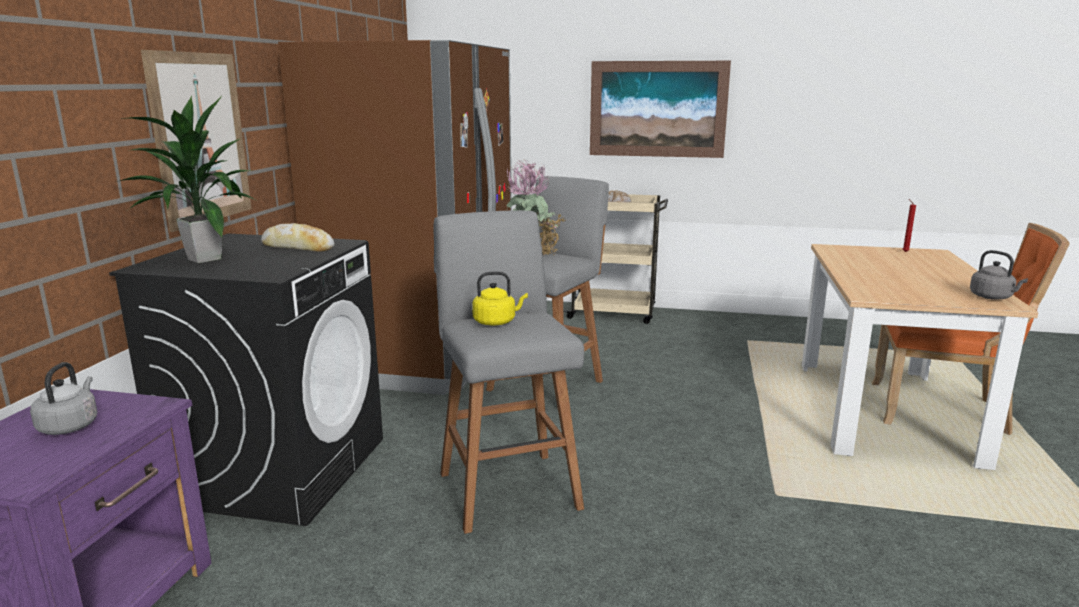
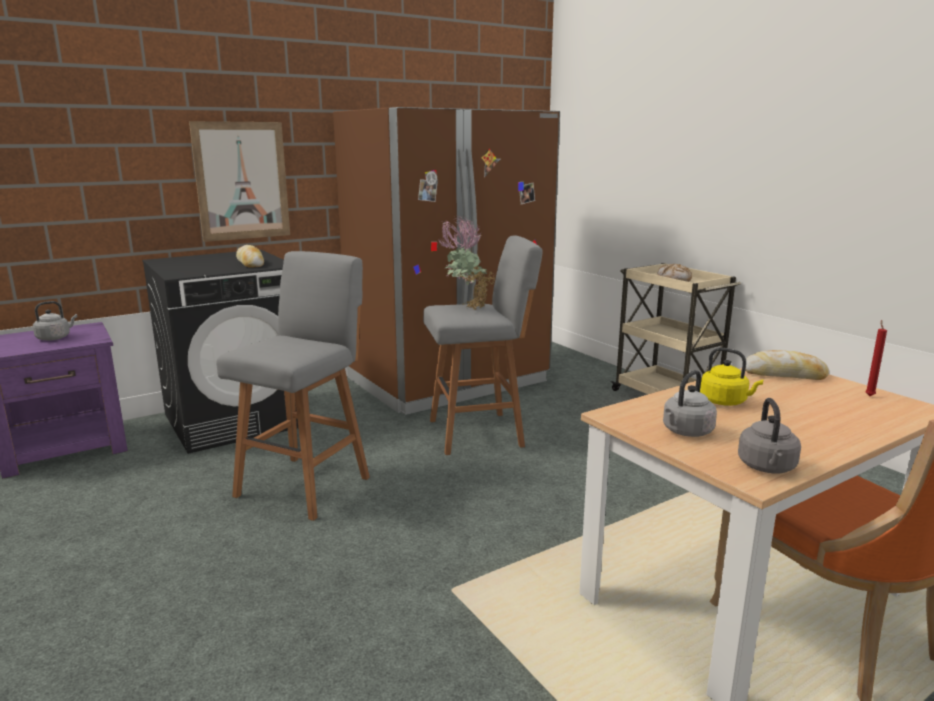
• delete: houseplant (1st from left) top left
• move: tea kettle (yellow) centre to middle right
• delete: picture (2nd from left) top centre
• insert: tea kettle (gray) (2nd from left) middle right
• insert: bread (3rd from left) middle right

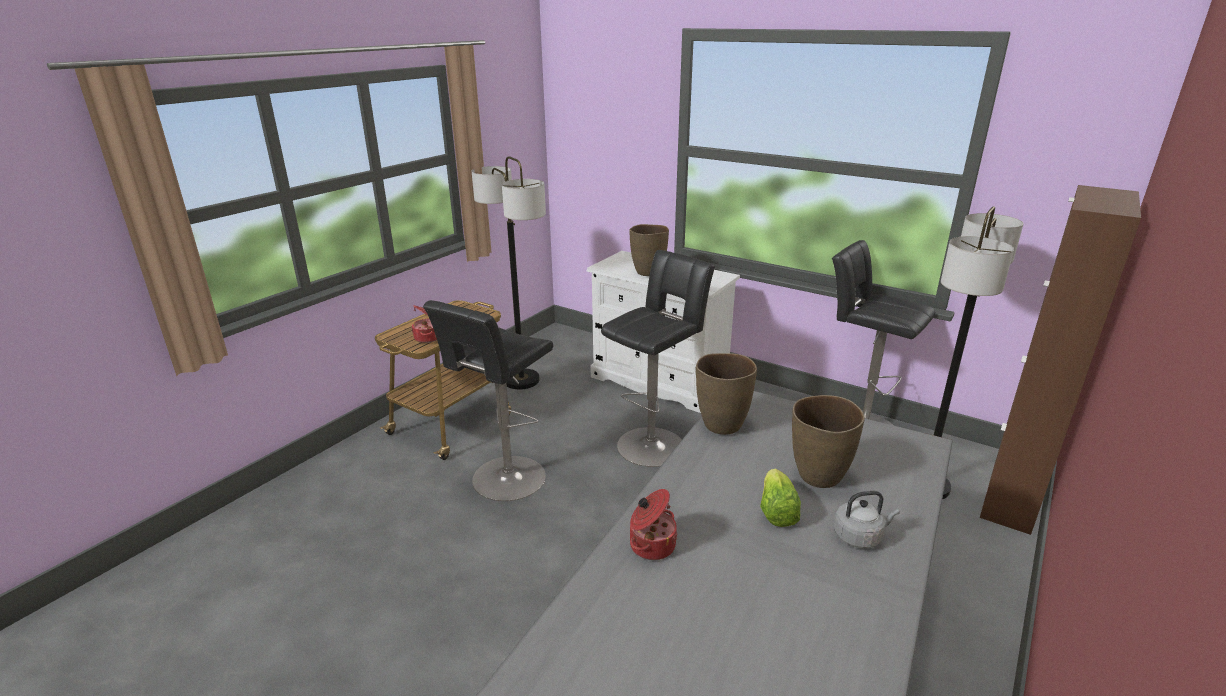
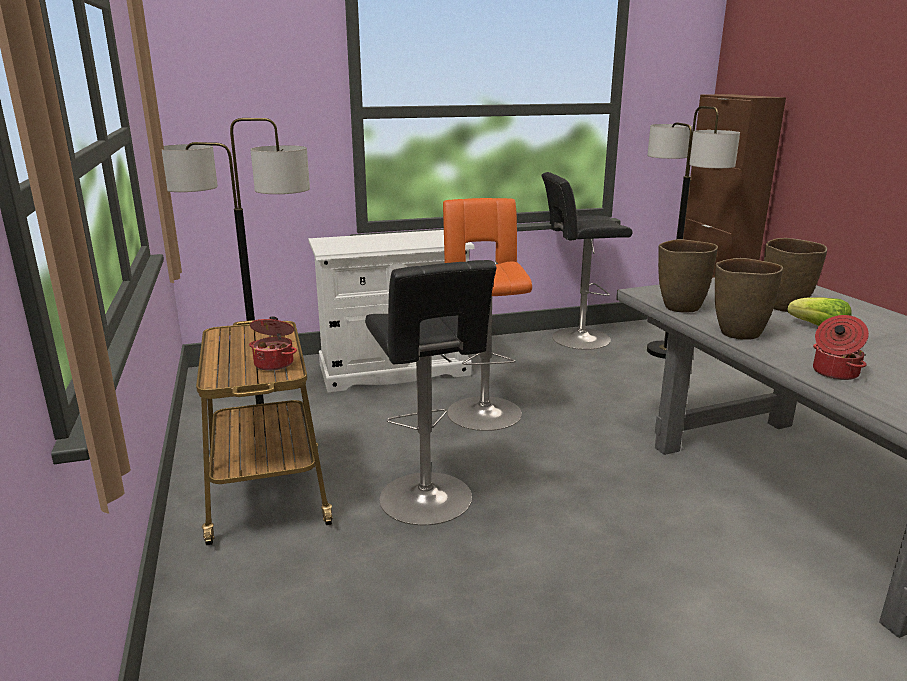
• recolor: stool (blackish) (2nd from left) centre to stool (orange) centre
• move: decorative vase (brownish) (1st from left in the first image) centre to decorative vase (brownish) (2nd from left) middle right
• delete: tea kettle (gray) bottom right

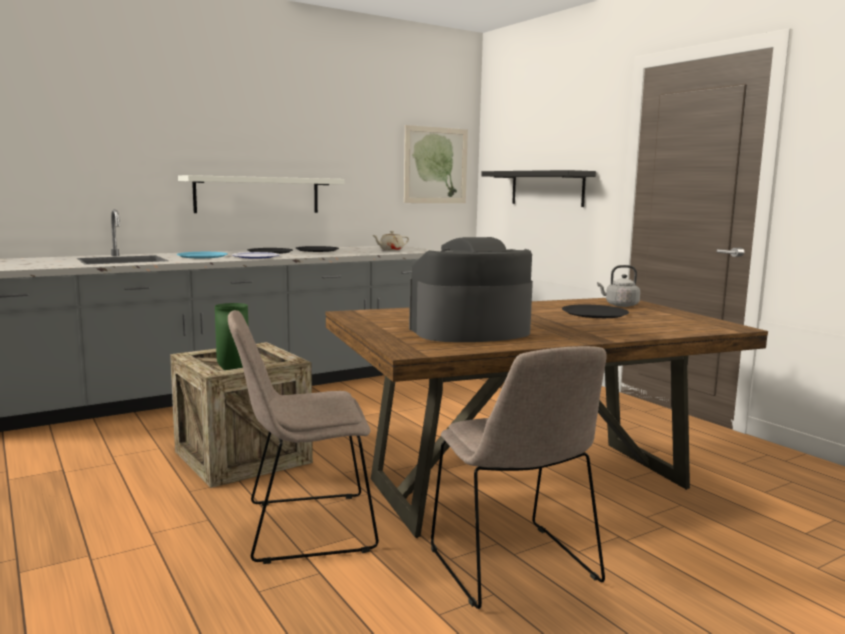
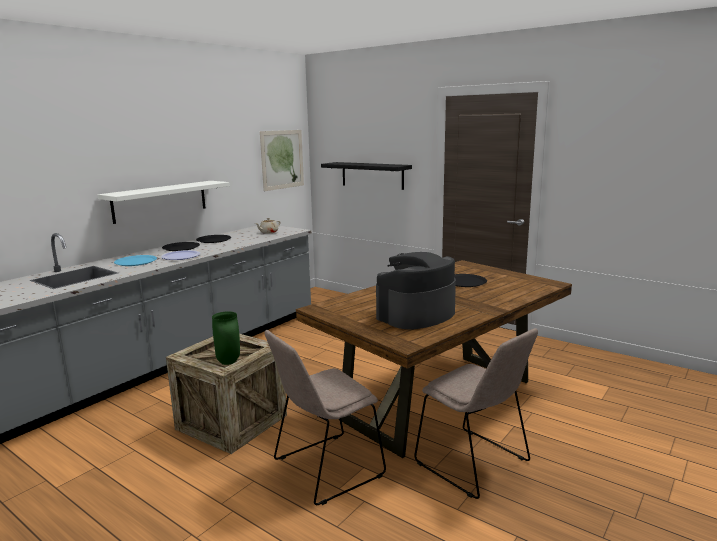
• delete: tea kettle (gray) middle right

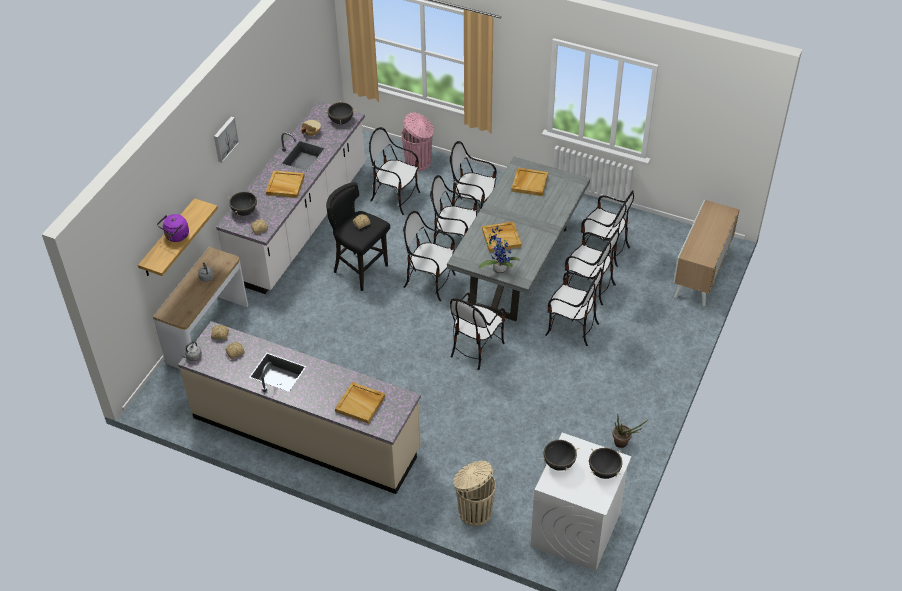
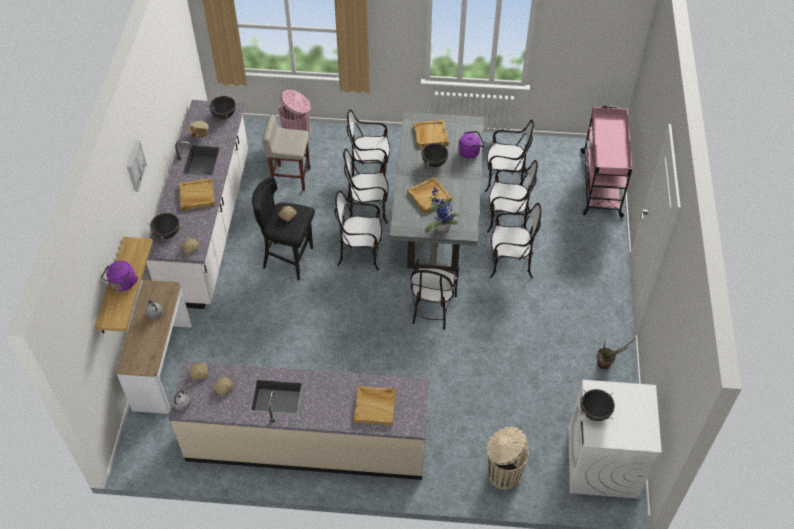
• replace: plain chair (1st from left) top centre to stool (beige) top centre
• move: cooking pot (blackish) (4th from left in the first image) bottom right to cooking pot (blackish) (3rd from left) top centre
• replace: cabinet middle right to cart (pink) top right
• insert: tea kettle (purplish) (2nd from left) top centre

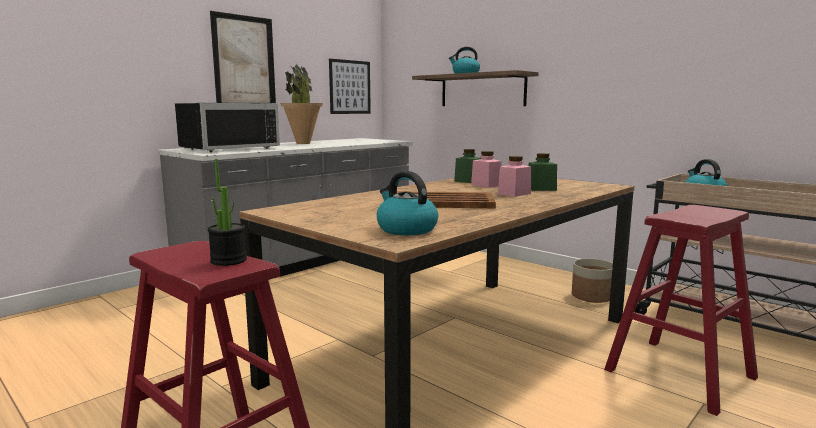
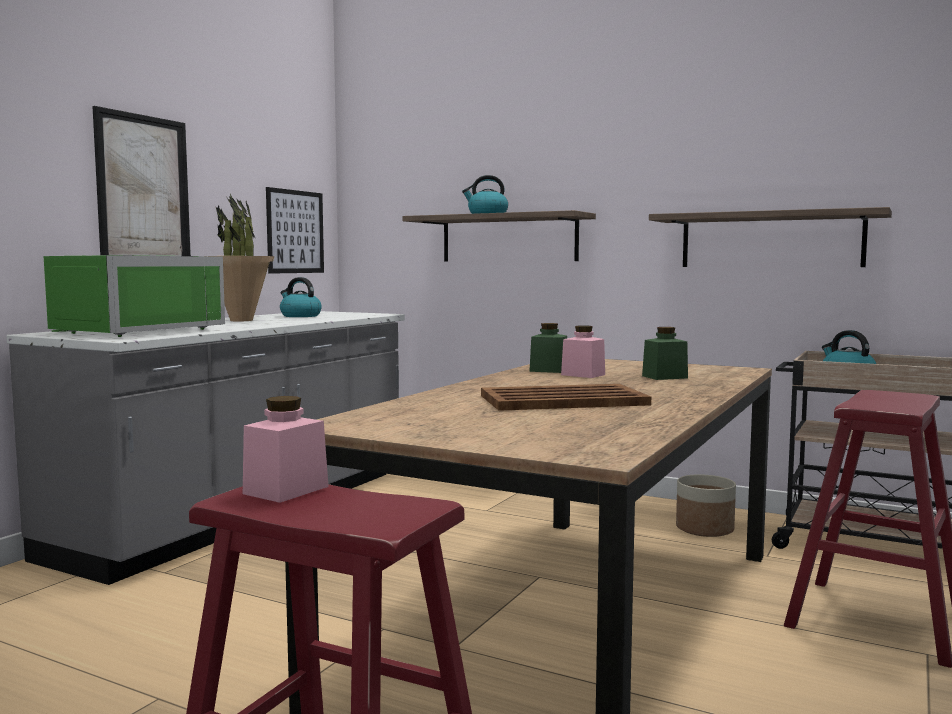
• recolor: microwave oven (blackish) top left to microwave oven (greenish) middle left
• delete: houseplant (1st from left) middle left
• move: tea kettle (1st from left) centre to middle left
• move: jar (pink) (2nd from left in the first image) centre to jar (pink) (1st from left) middle left
• insert: bracket shelf (2nd from left) top right

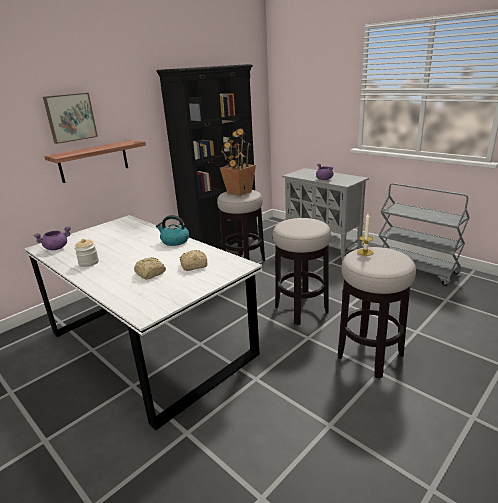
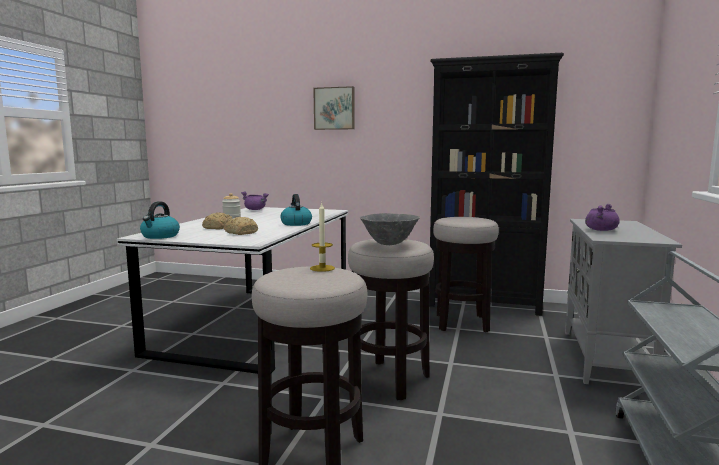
• delete: bracket shelf top left
• delete: houseplant top centre
• insert: tea kettle (1st from left) middle left
• insert: deep dish (gray) centre

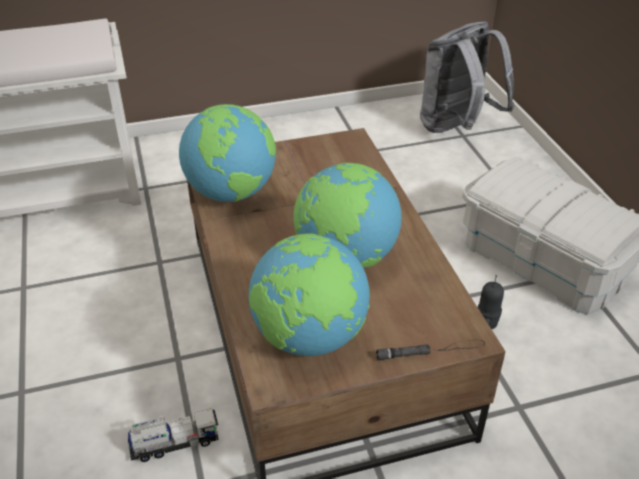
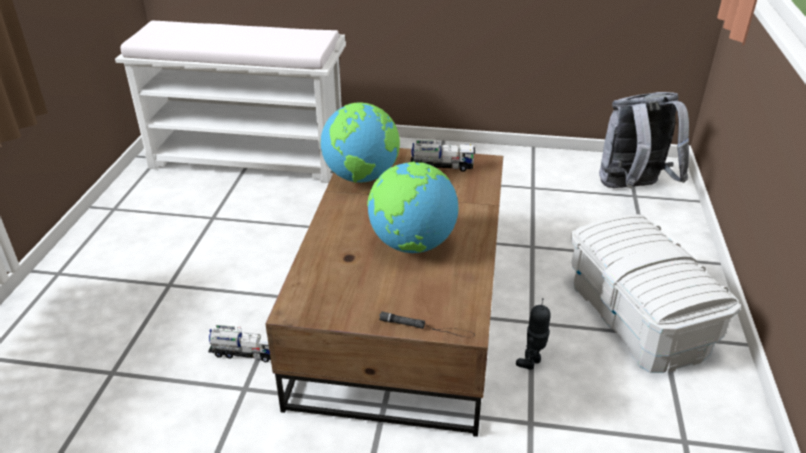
• delete: world globe (2nd from left) centre
• insert: toy lorry (2nd from left) centre

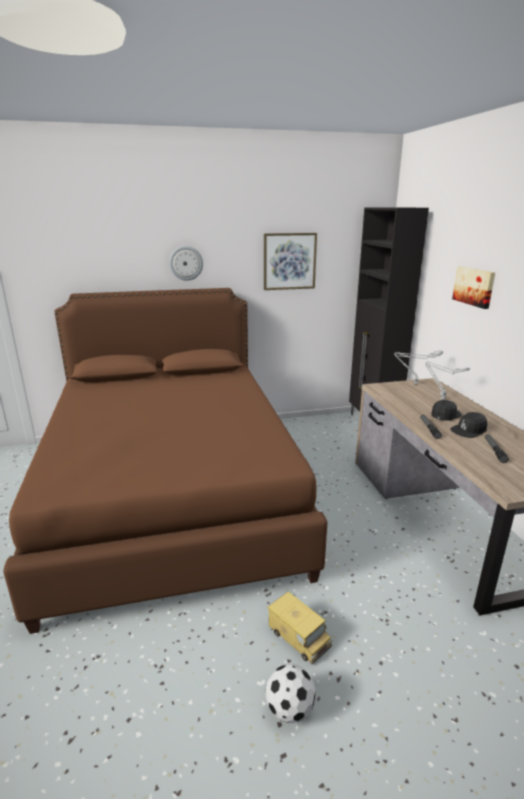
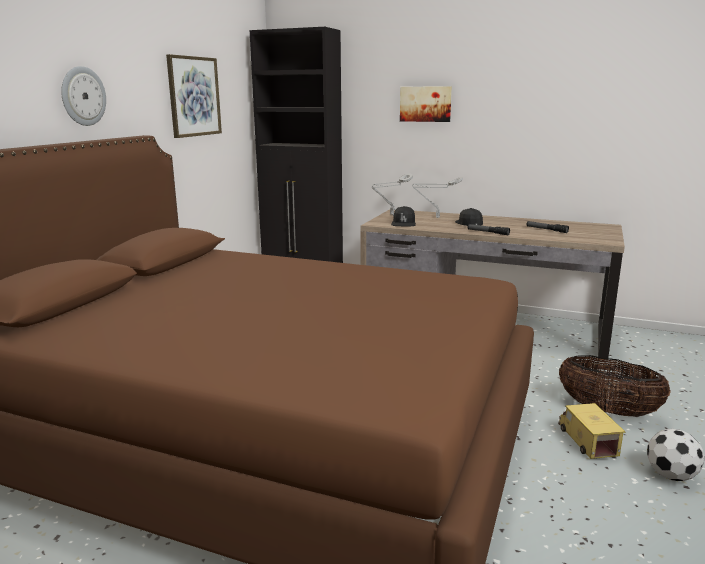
• rotate: toy lorry bottom centre = bottom right 90 degrees counterclockwise
• move: cap (blackish) (2nd from left in the first image) middle right to cap (blackish) (1st from left) centre
• insert: basket bottom right

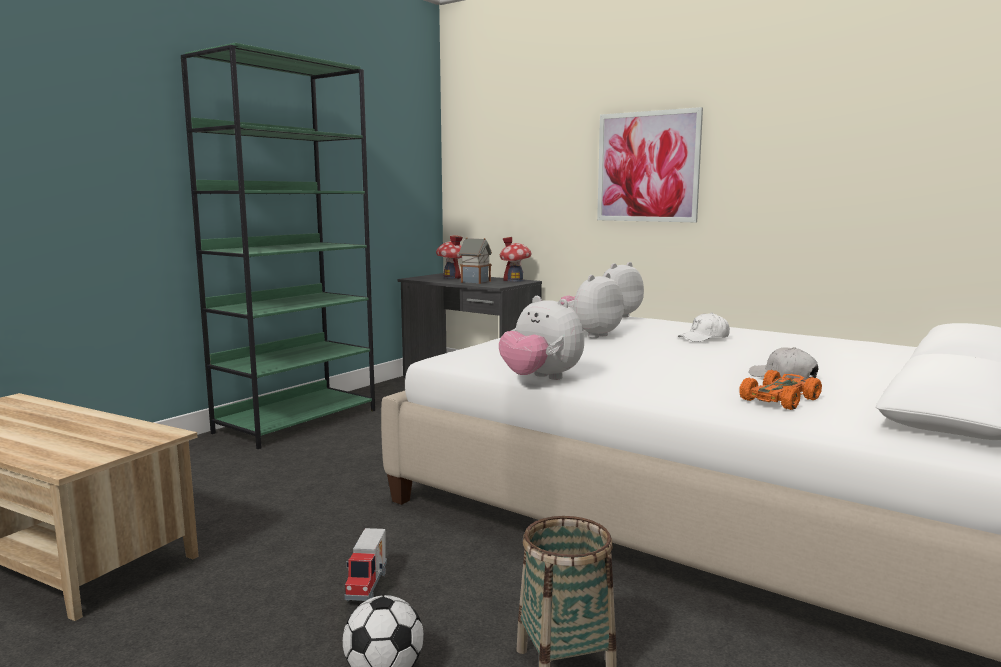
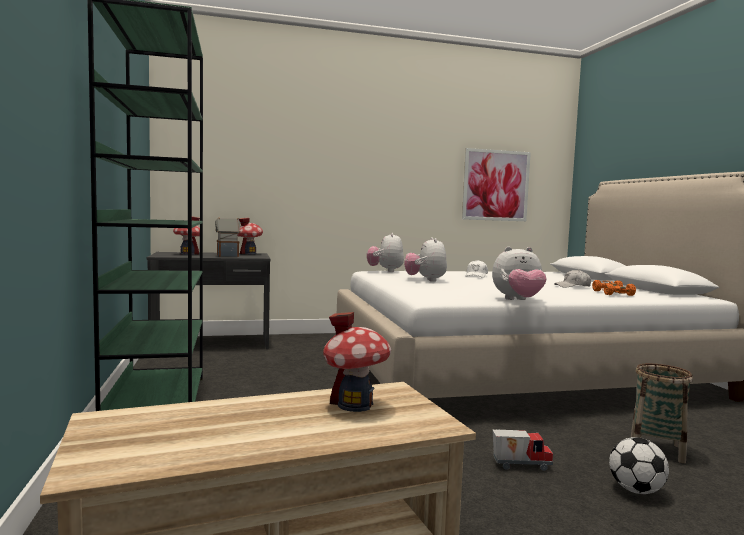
• rotate: toy lorry bottom centre = bottom right 45 degrees counterclockwise
• move: picture top centre to middle right
• insert: toy house (4th from left) bottom centre

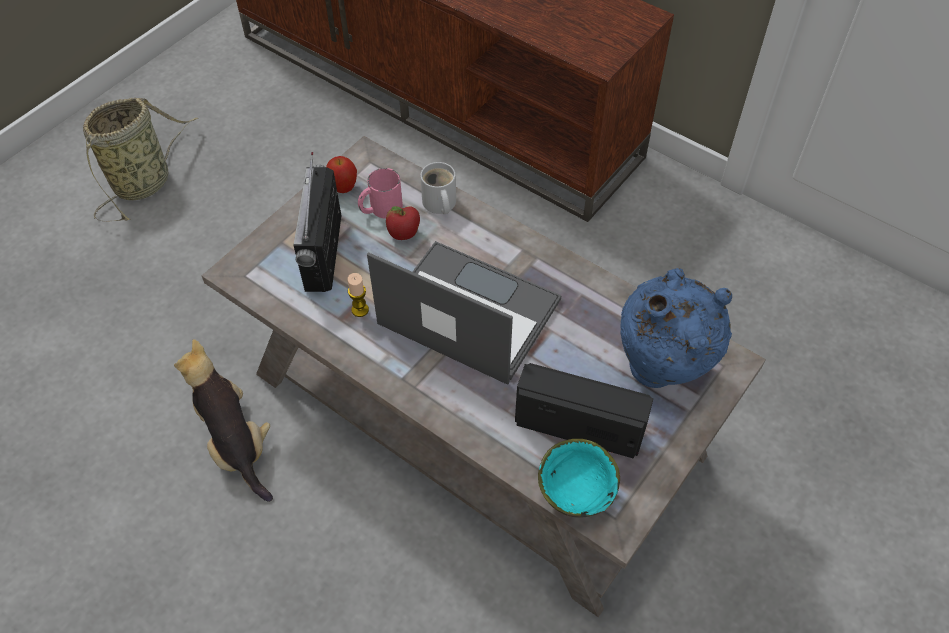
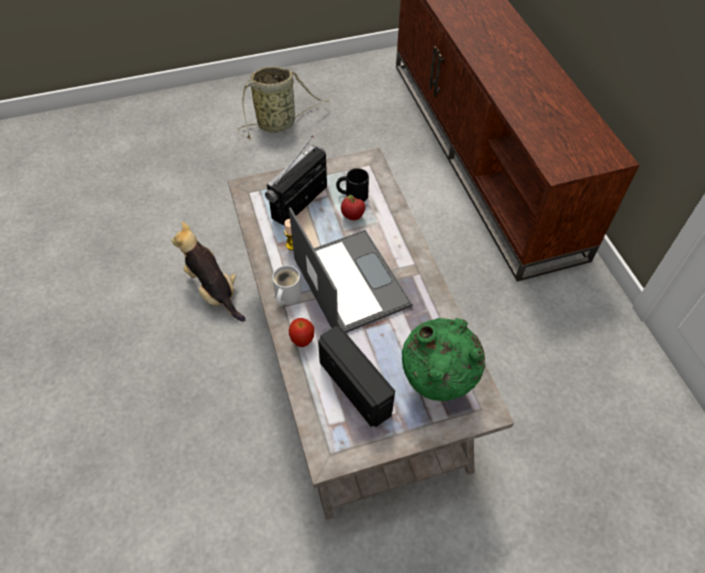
• rotate: soft toy middle left = middle left 45 degrees counterclockwise
• move: whole apple (1st from left) top centre to centre
• recolor: mug (pink) top centre to mug (blackish) top centre
• move: mug (white) top centre to centre
• delete: deep dish (blue-green) bottom centre
• recolor: decorative vase (blue-coloured) middle right to decorative vase (greenish) centre

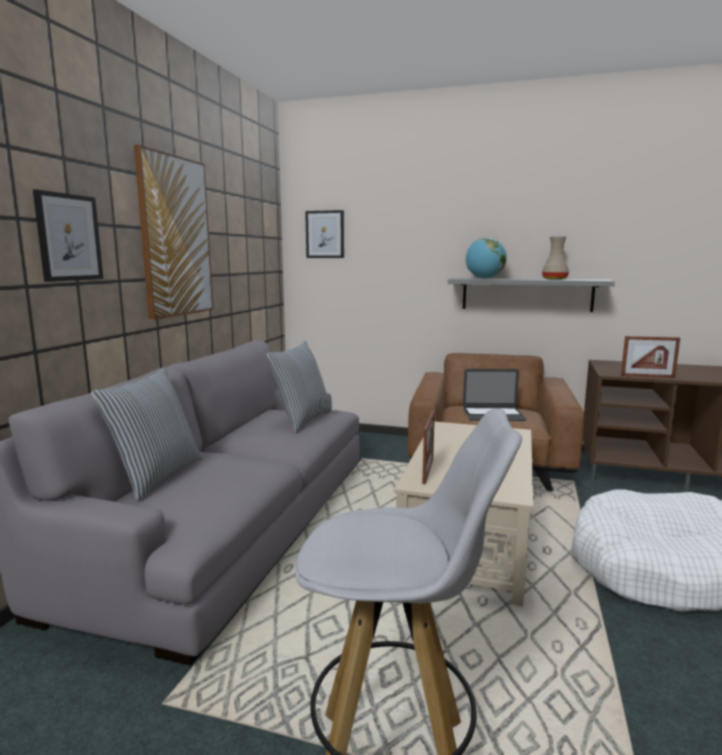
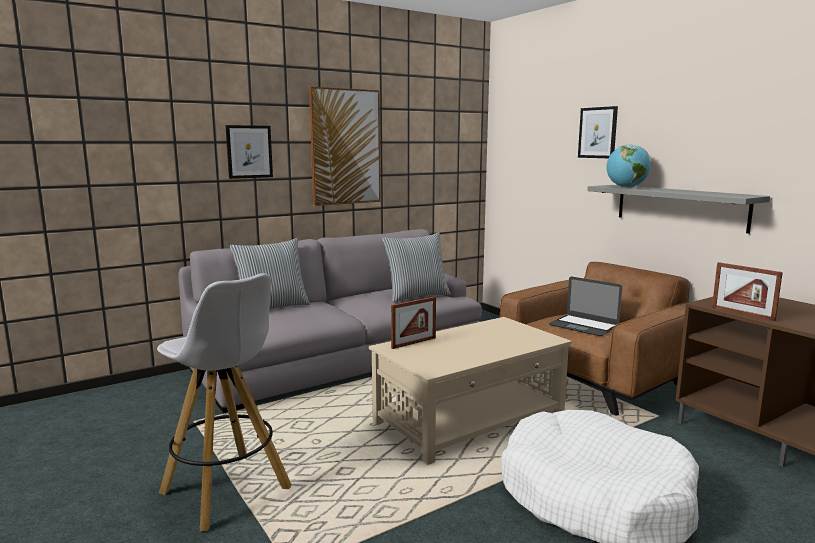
• move: picture (3rd from left) top centre to top right
• delete: decorative vase (beige) middle right

